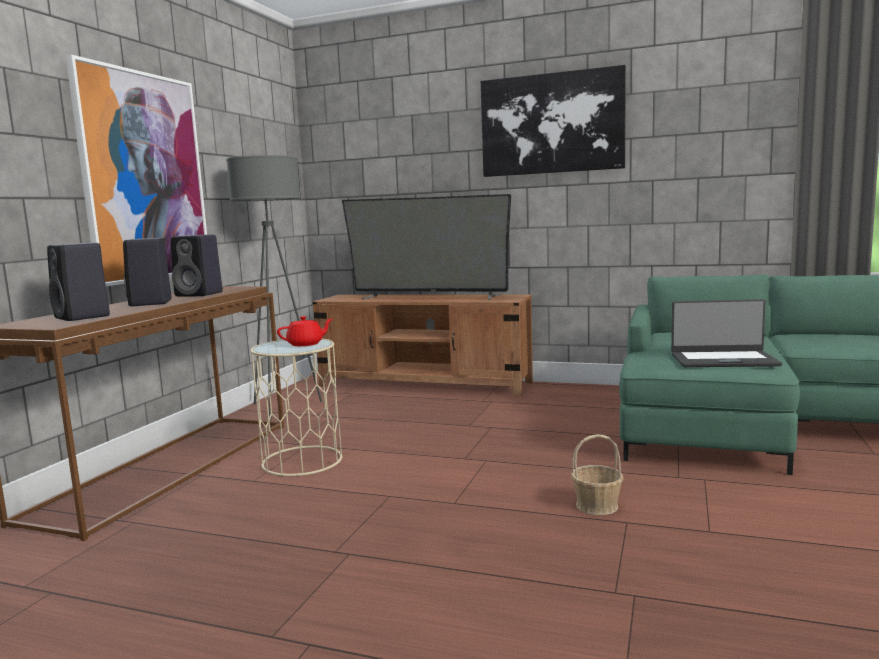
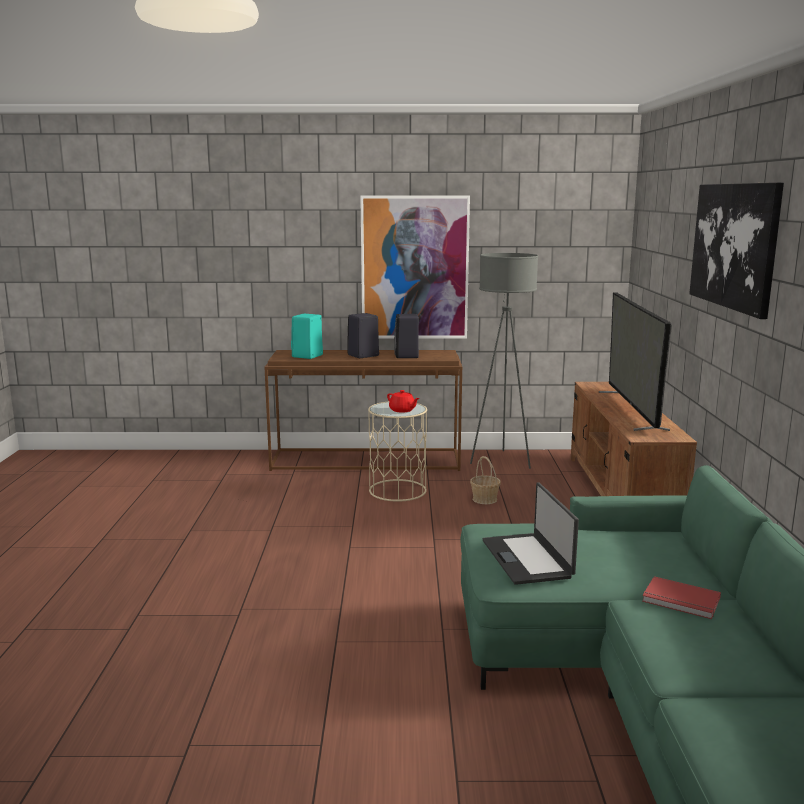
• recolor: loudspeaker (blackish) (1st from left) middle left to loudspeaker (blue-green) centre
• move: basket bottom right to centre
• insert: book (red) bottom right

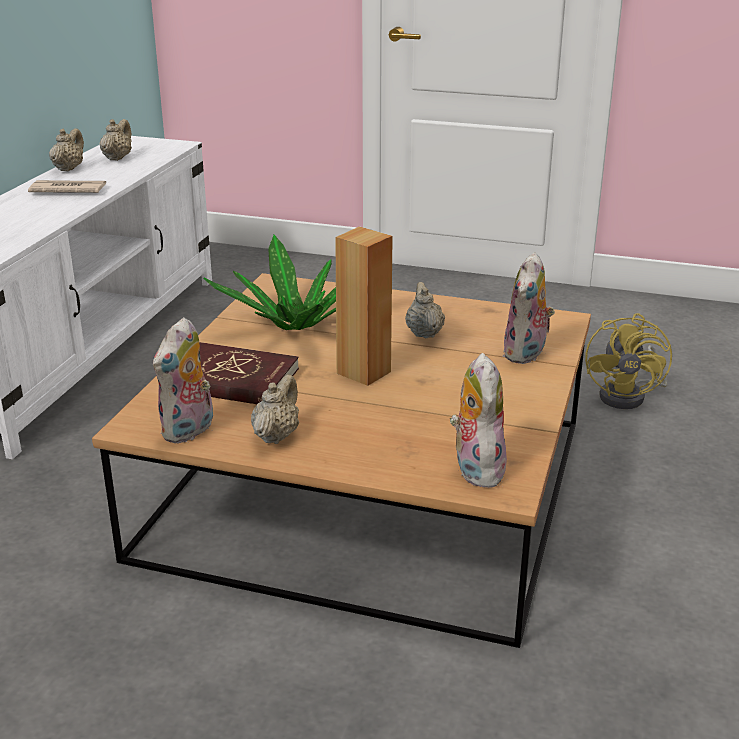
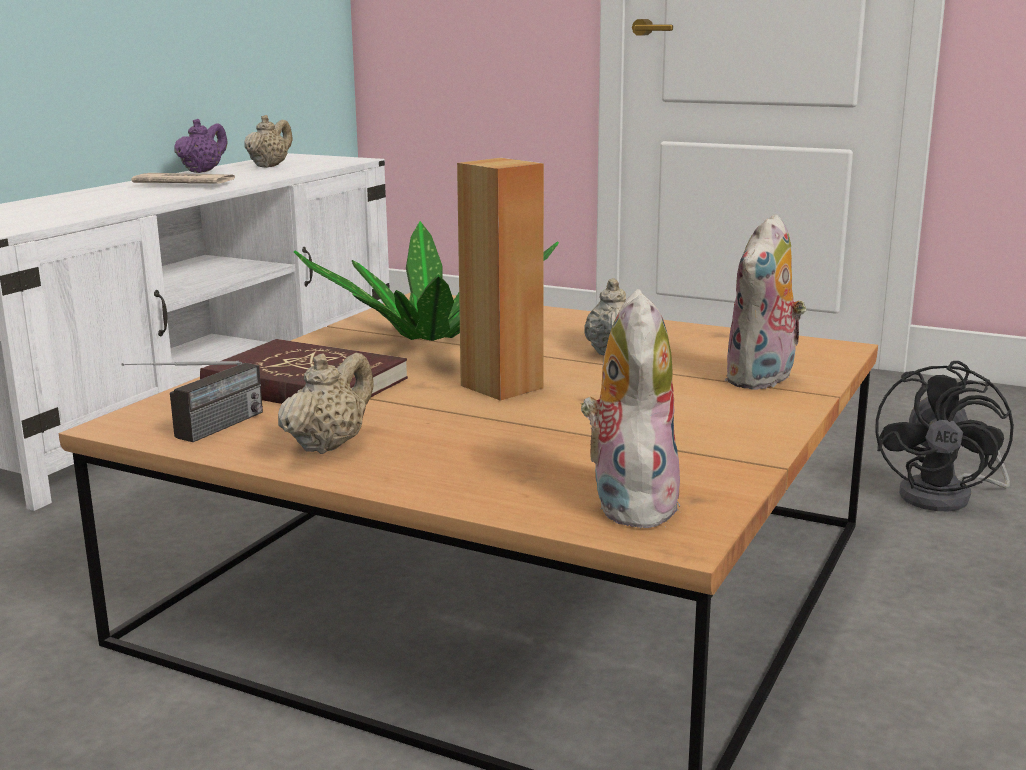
• recolor: pot for tea (beige) (1st from left) top left to pot for tea (purplish) top left
• replace: soft toy (1st from left) middle left to radio receiver middle left
• recolor: fan (yellow) middle right to fan (blackish) middle right

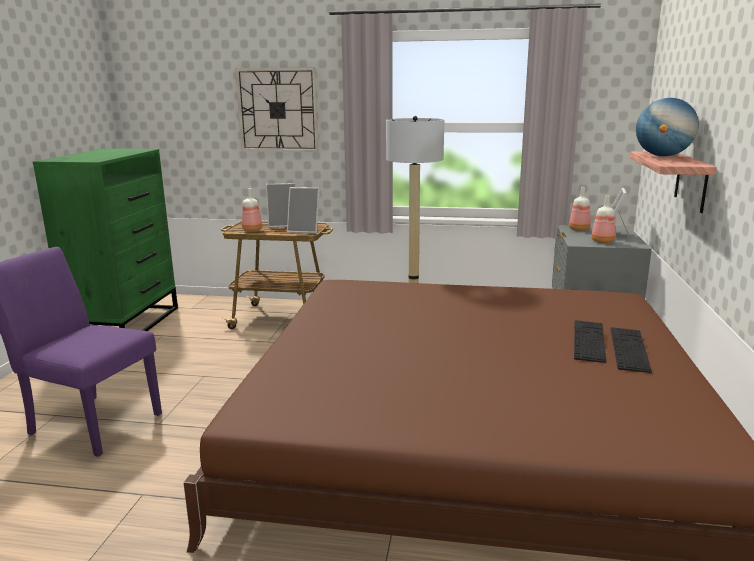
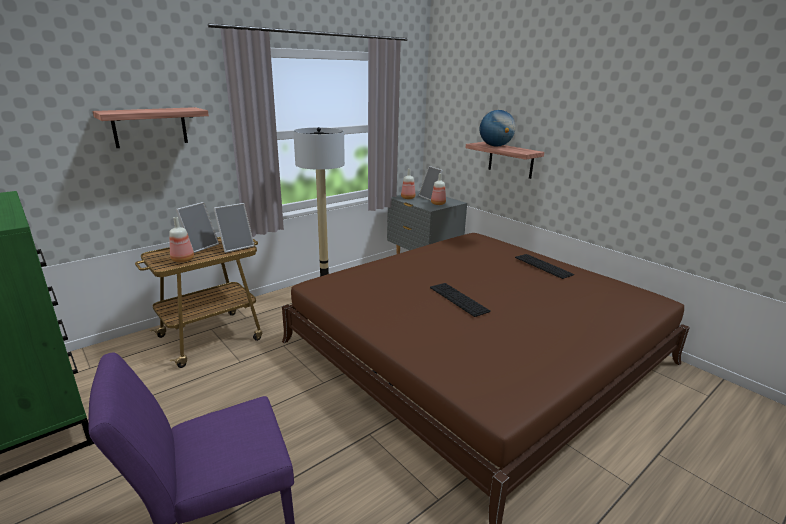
• replace: wall clock top centre to bracket shelf (1st from left) top left
• move: PC keyboard (1st from left) middle right to centre

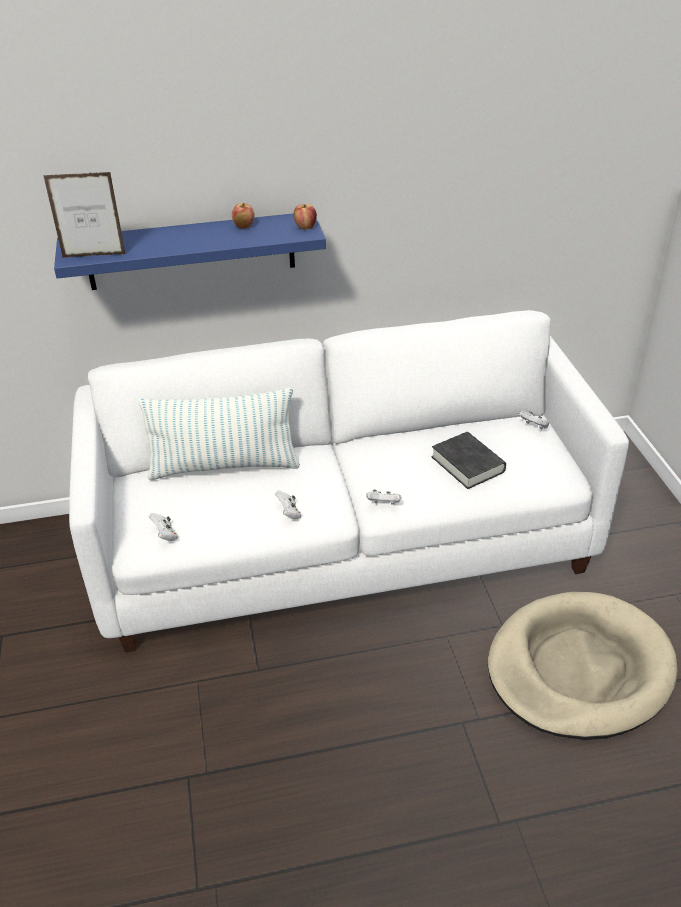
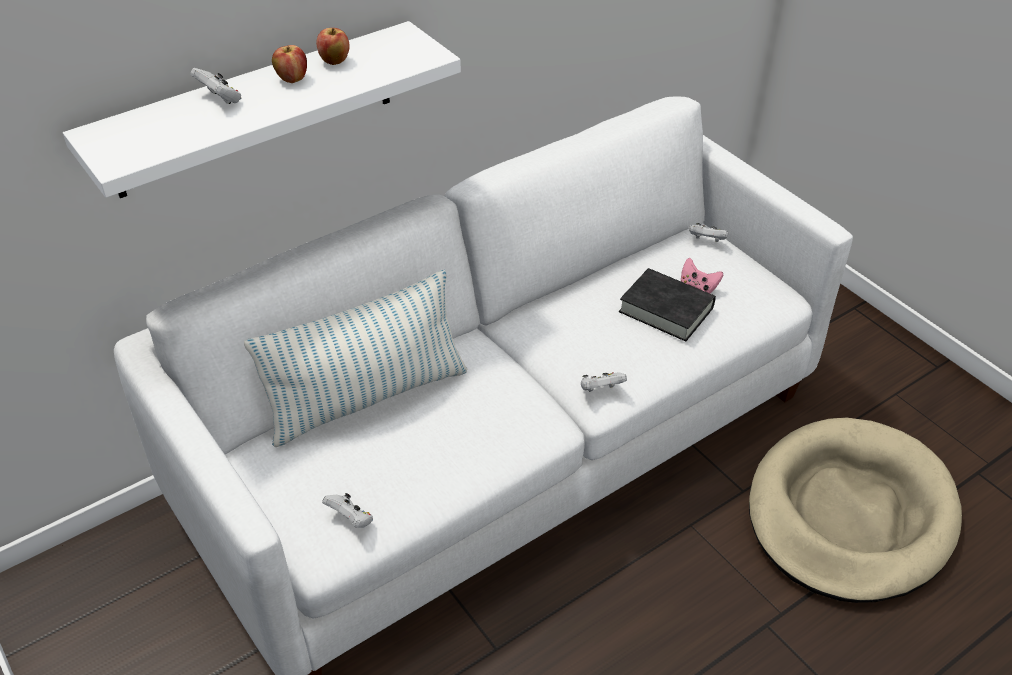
• delete: photo frame top left
• recolor: bracket shelf (blue-coloured) top left to bracket shelf (white) top left
• move: joypad (white) (2nd from left in the first image) centre to joypad (white) (1st from left) top left
• move: whole apple (2nd from left in the first image) top centre to whole apple (1st from left) top left
• insert: joypad (pink) middle right

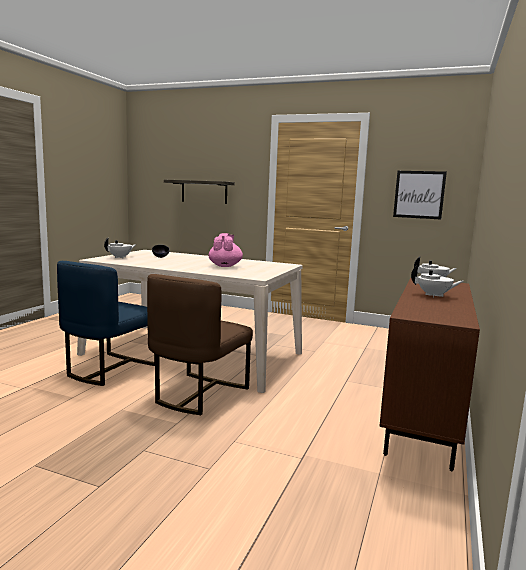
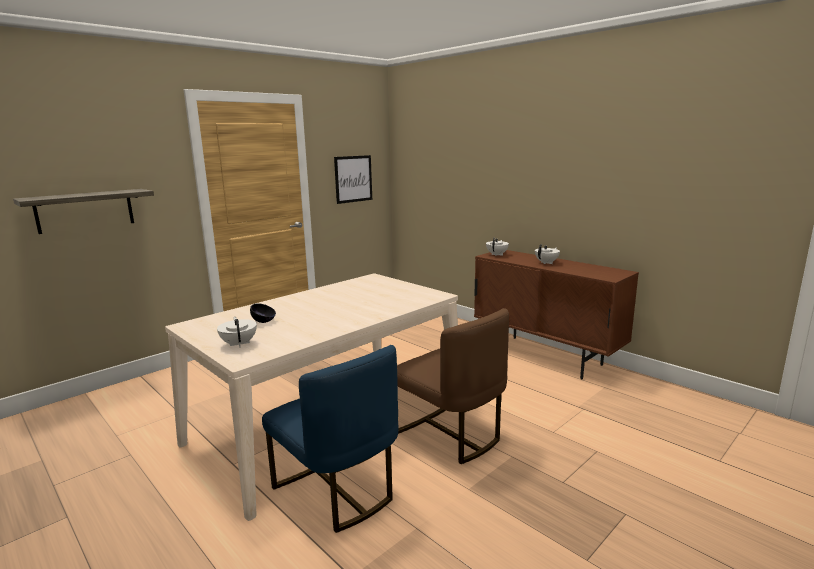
• delete: pot for tea (pink) centre

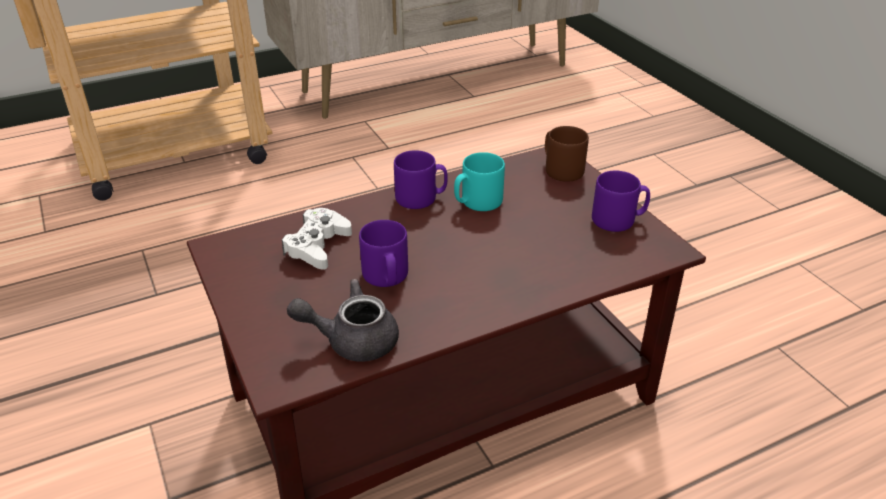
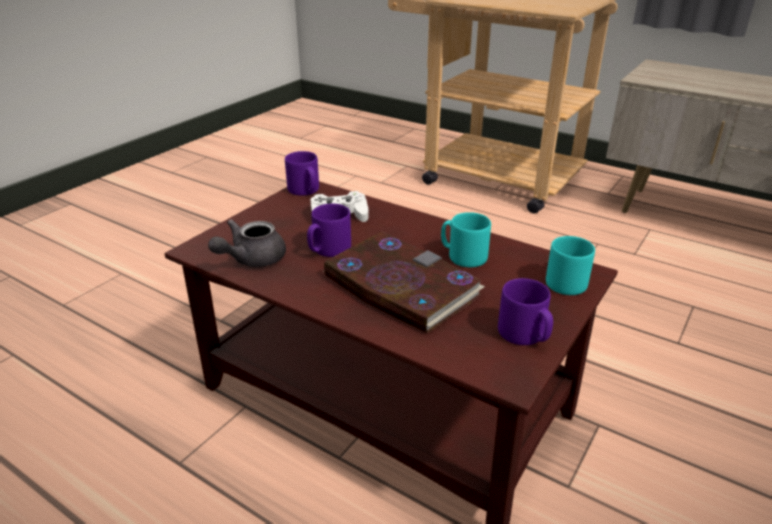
• rotate: pot for tea (gray) centre = middle left 105 degrees counterclockwise
• move: mug (purplish) (2nd from left in the first image) centre to mug (purplish) (1st from left) top centre
• recolor: mug (brownish) top centre to mug (blue-green) (2nd from left) middle right
• insert: book centre

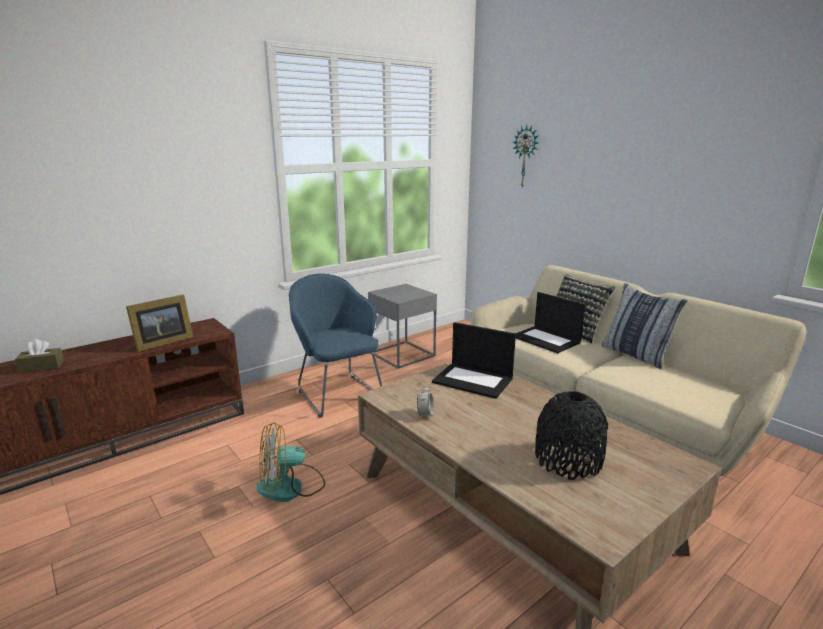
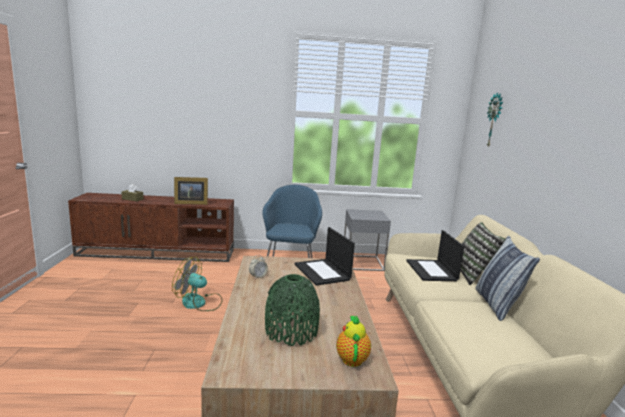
• recolor: decorative vase (blackish) bottom right to decorative vase (greenish) bottom centre
• insert: pot for tea bottom centre

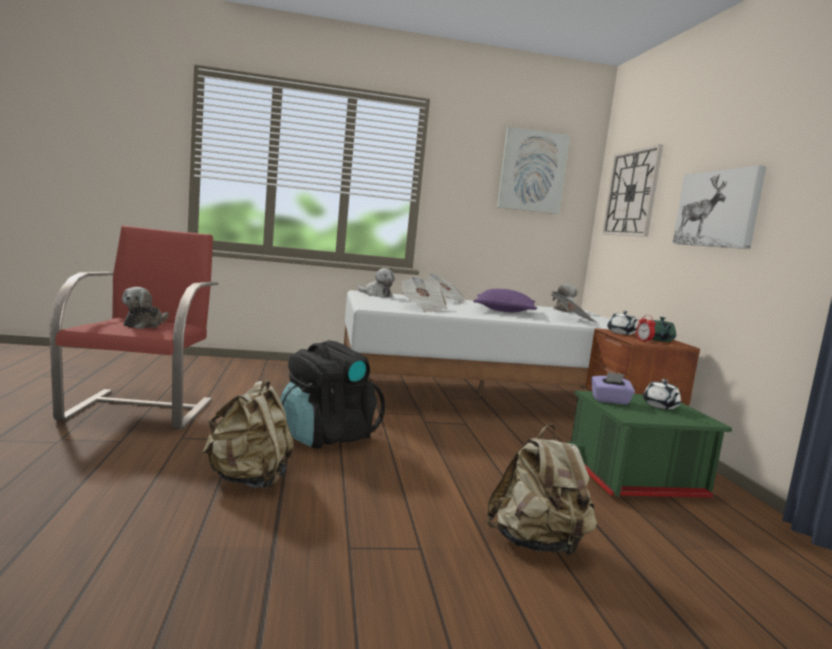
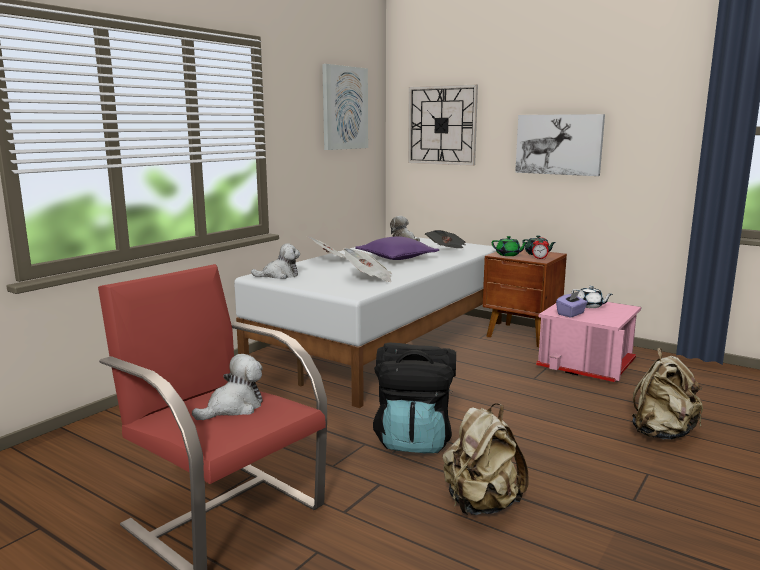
• rotate: soft toy (1st from left) middle left = bottom left 105 degrees counterclockwise
• recolor: storage bin (greenish) bottom right to storage bin (pink) middle right
• recolor: pot for tea (white) (1st from left) middle right to pot for tea (greenish) (1st from left) middle right

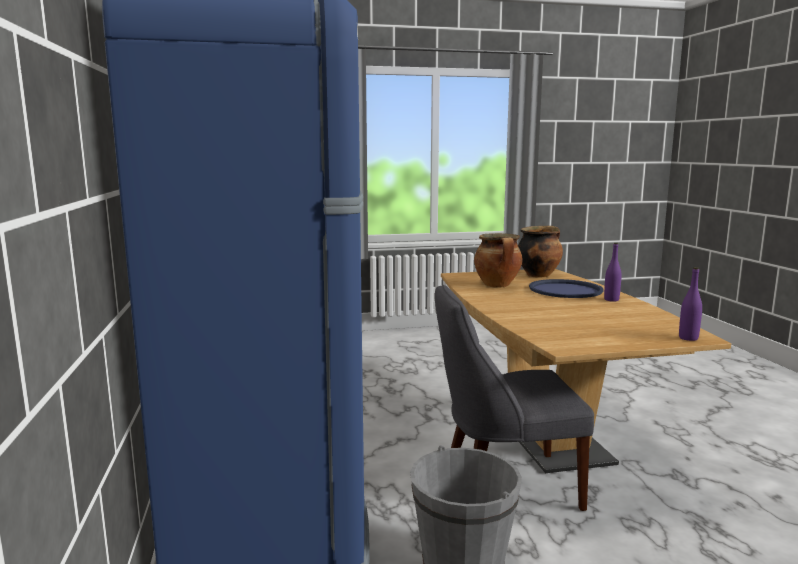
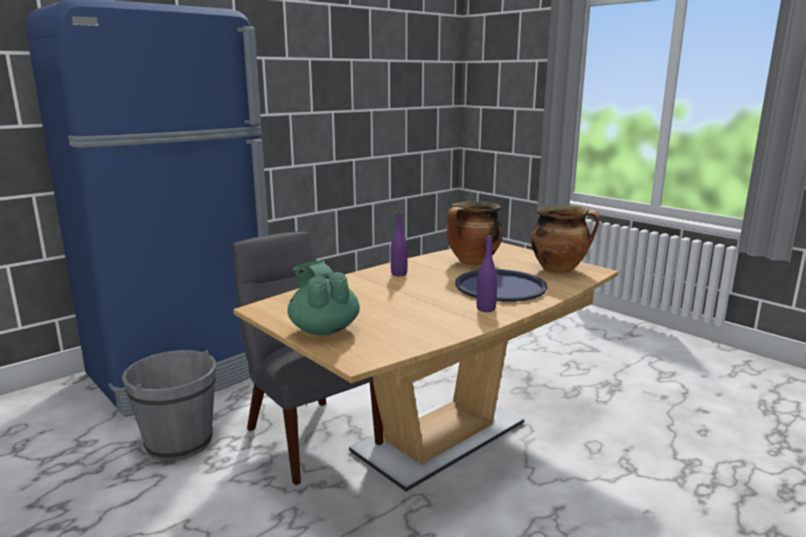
• move: beverage bottle (purplish) (2nd from left in the first image) middle right to beverage bottle (purplish) (1st from left) centre
• insert: pot for tea (greenish) centre

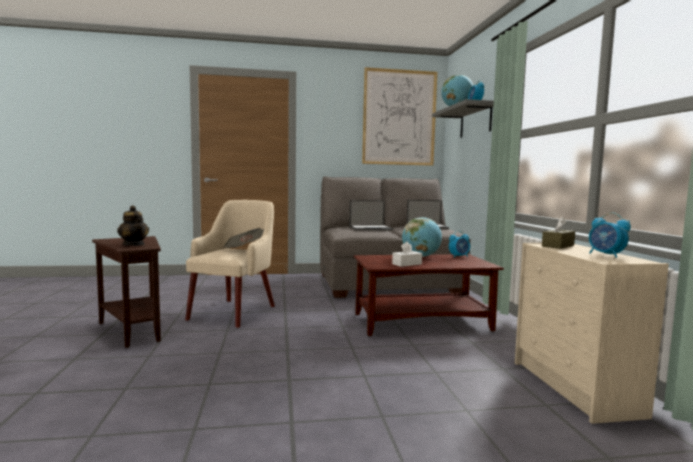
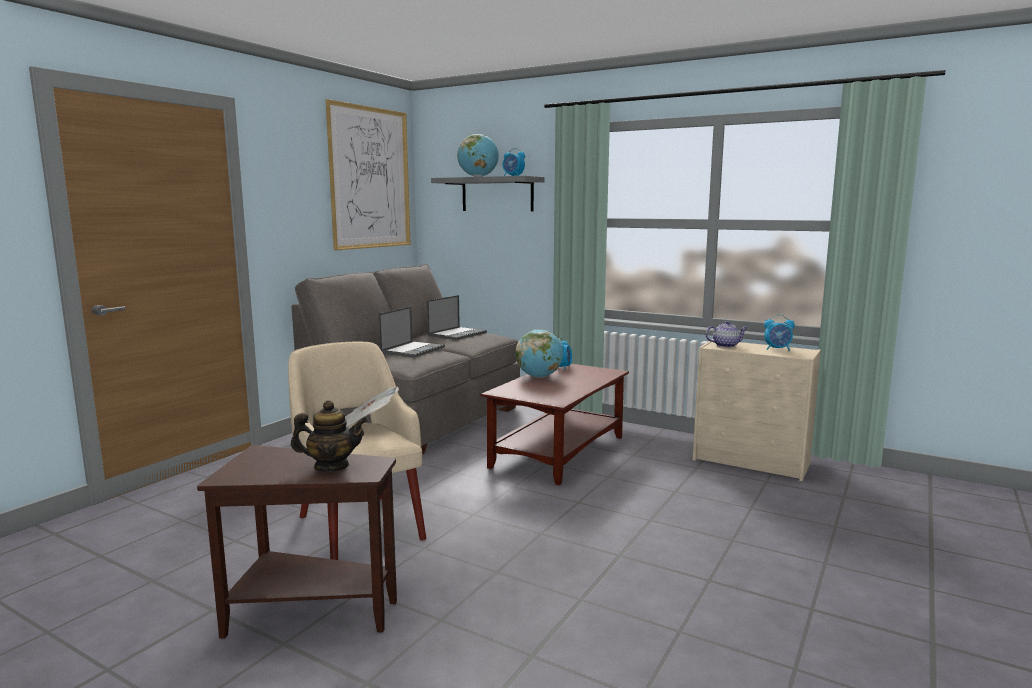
• delete: box of tissues (white) centre
• replace: box of tissues (brownish) middle right to pot for tea (2nd from left) middle right

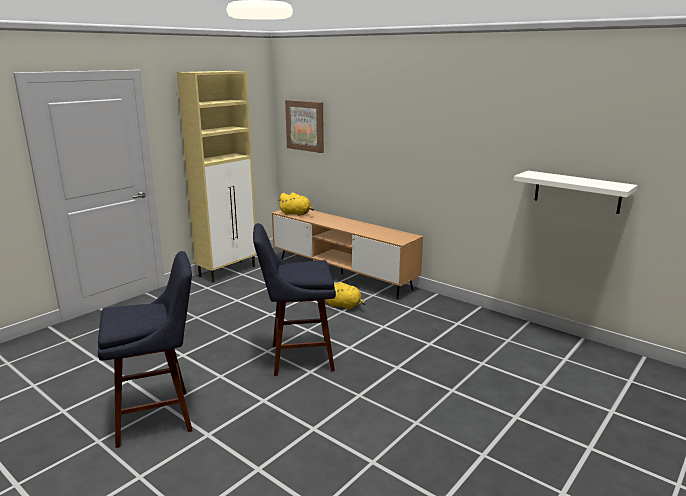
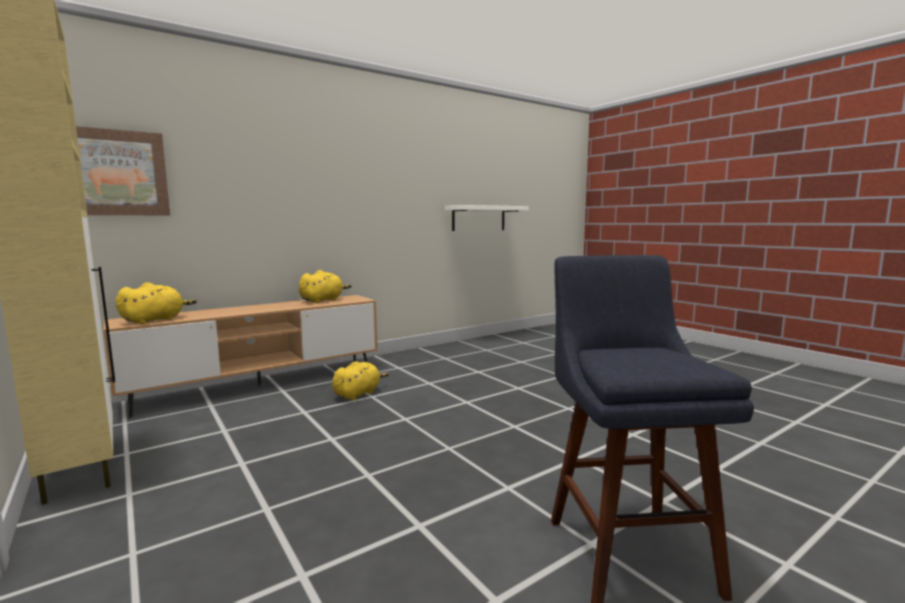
• delete: stool (blue-coloured) (2nd from left) centre
• insert: soft toy (yellow) (2nd from left) centre

